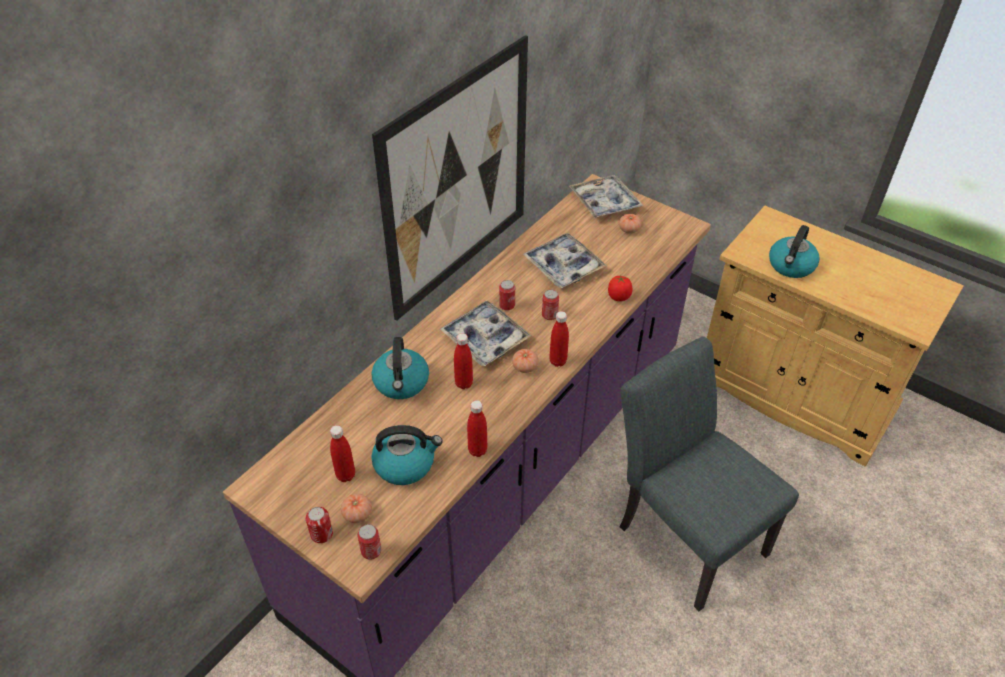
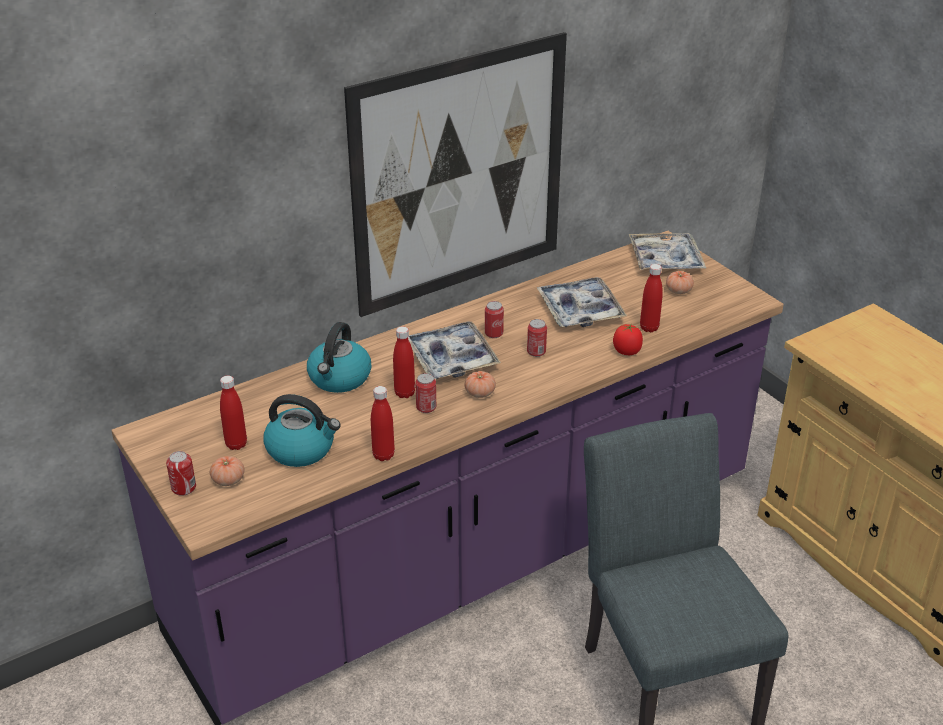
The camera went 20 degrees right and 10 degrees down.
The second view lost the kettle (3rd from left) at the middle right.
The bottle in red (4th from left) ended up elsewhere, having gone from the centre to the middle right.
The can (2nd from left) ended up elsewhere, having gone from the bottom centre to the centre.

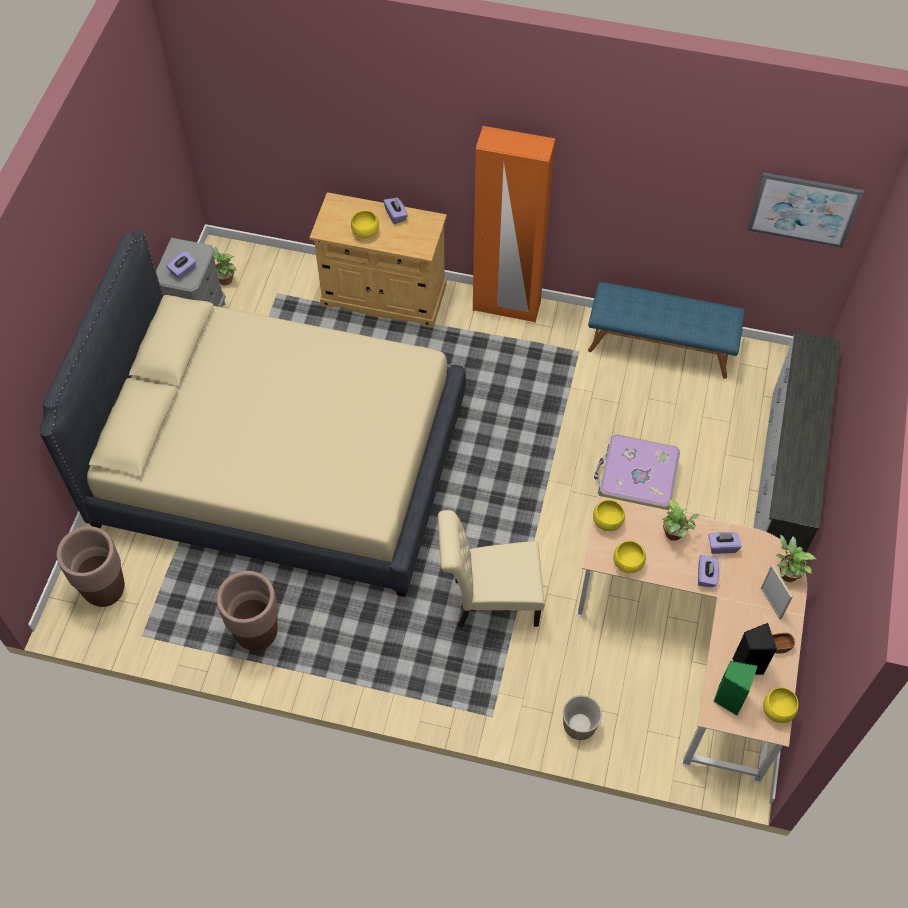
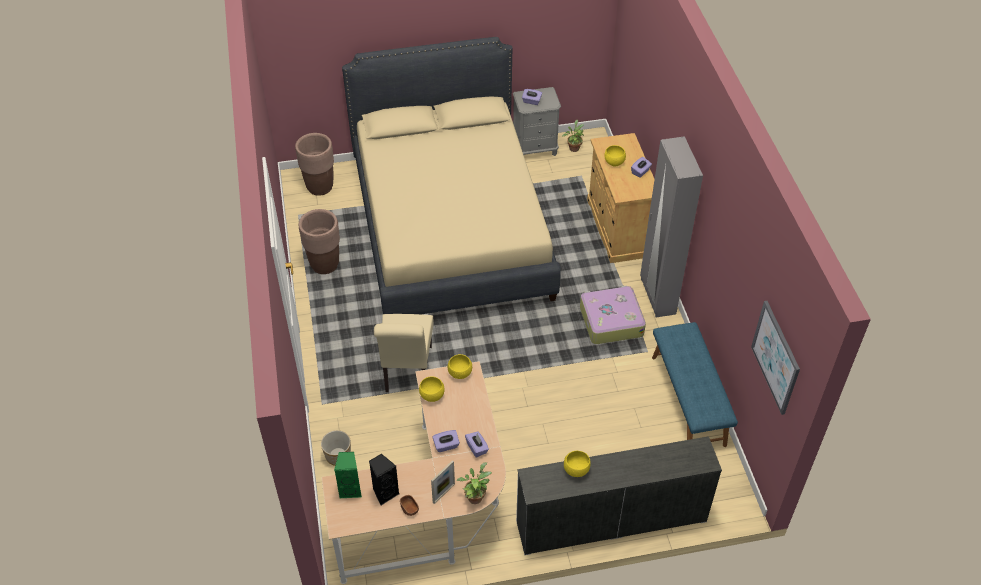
The camera went 65 degrees right and 10 degrees down.
What was the wardrobe in orange at the top centre turned into the wardrobe in grey at the middle right.
The suitcase ended up elsewhere, having gone from the middle right to the centre.
The second view lost the potted plant (2nd from left) at the middle right.
The chair in beige at the centre ended up facing another way, 150 degrees counterclockwise from before.
The bowl in yellow (4th from left in the first image) ended up elsewhere, having gone from the bottom right to the bottom centre.

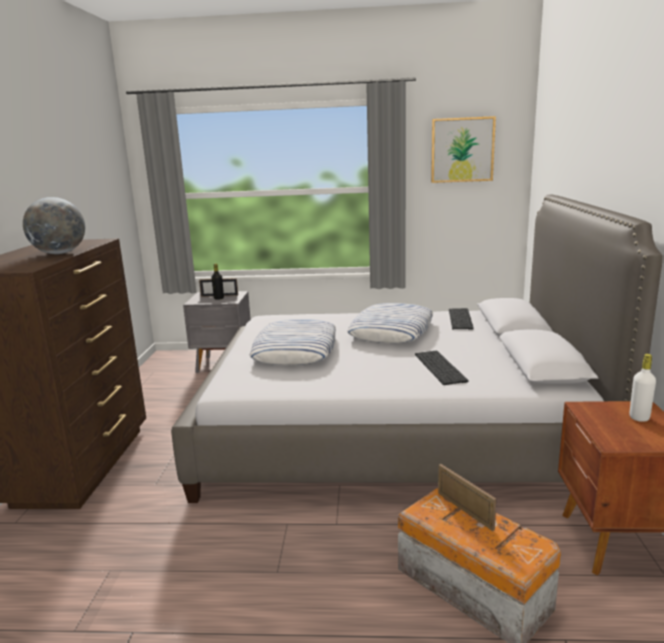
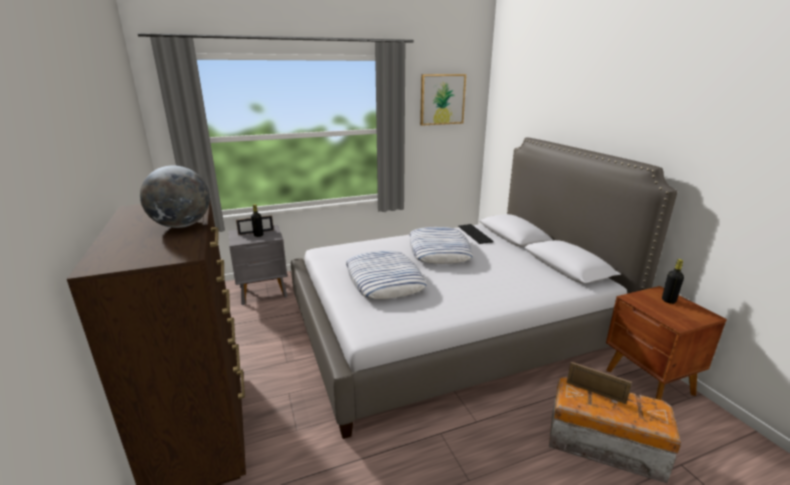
The camera went 25 degrees left and 5 degrees up.
The second view lost the keyboard (1st from left) at the centre.
What was the bottle in white at the middle right turned into the bottle in black (2nd from left) at the middle right.

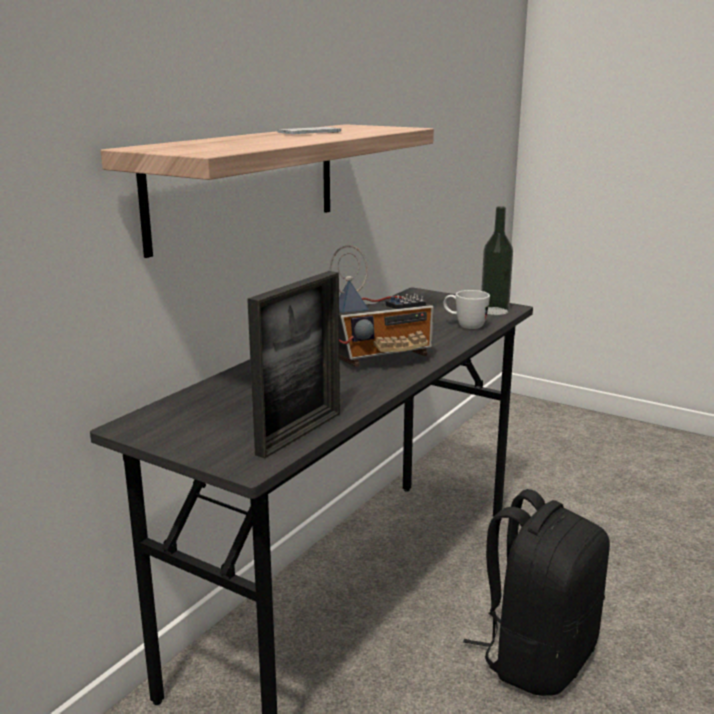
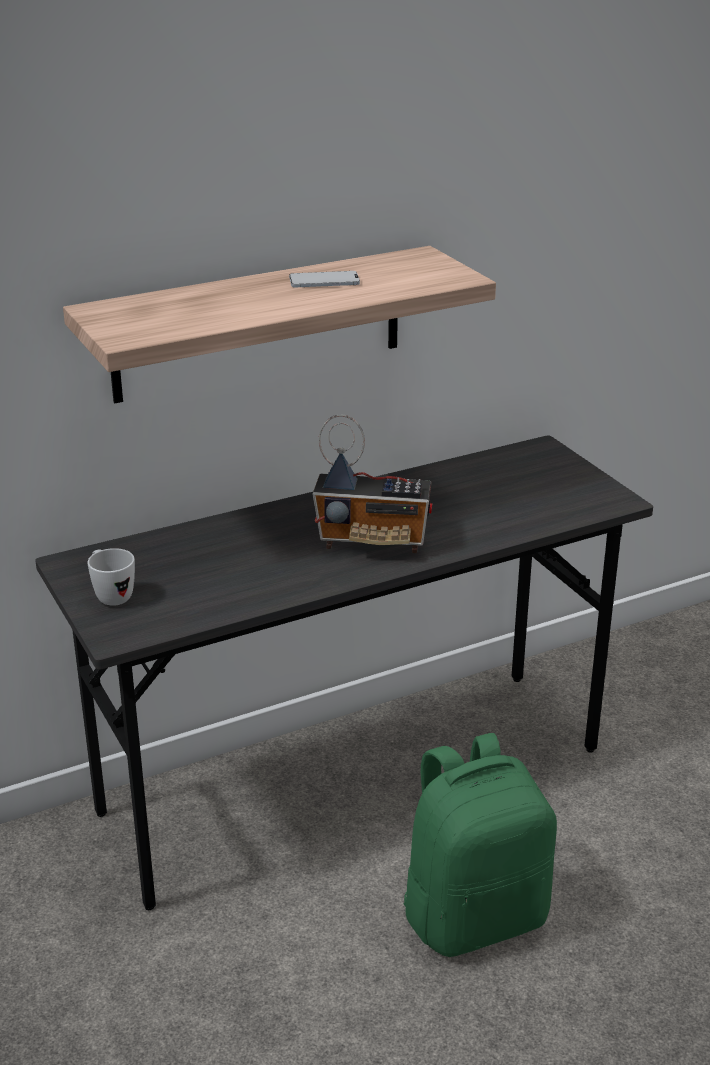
The camera went 30 degrees right and 10 degrees up.
The second view lost the bottle at the middle right.
The second view lost the picture frame at the centre.
The mug in white ended up elsewhere, having gone from the centre to the middle left.
What was the backpack in black at the bottom right turned into the backpack in green at the bottom right.

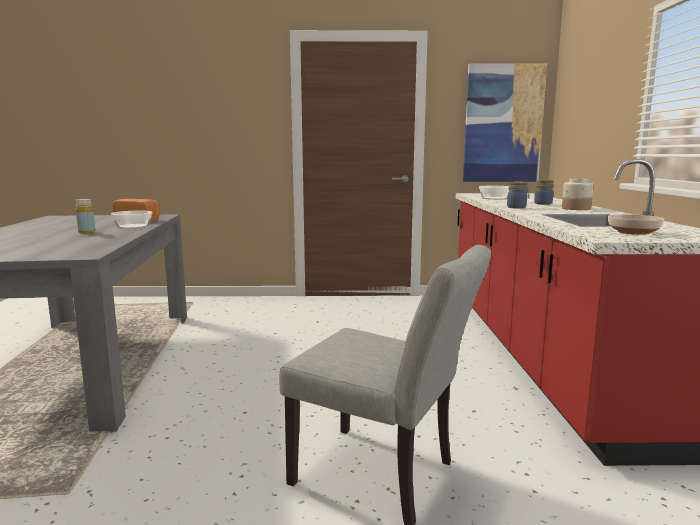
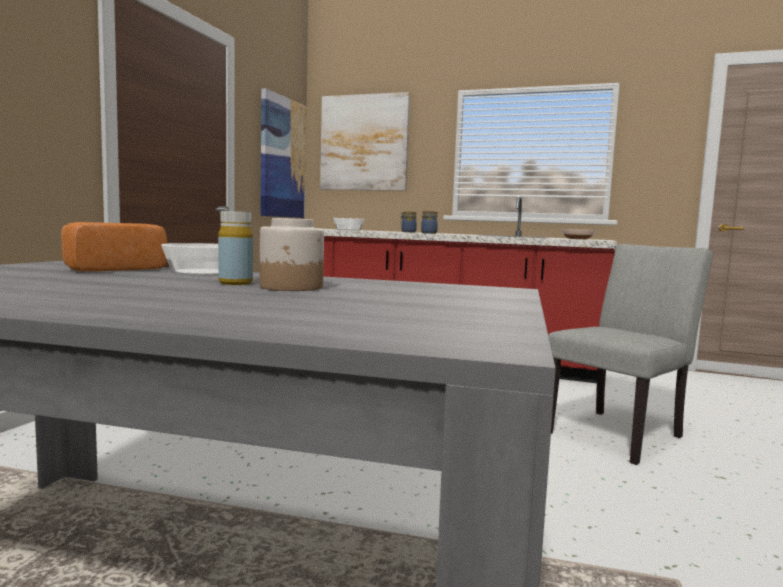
The camera went 70 degrees left and 5 degrees down.
The jar (3rd from left in the first image) ended up elsewhere, having gone from the middle right to the centre.
The second view gained the picture (2nd from left) at the top centre.

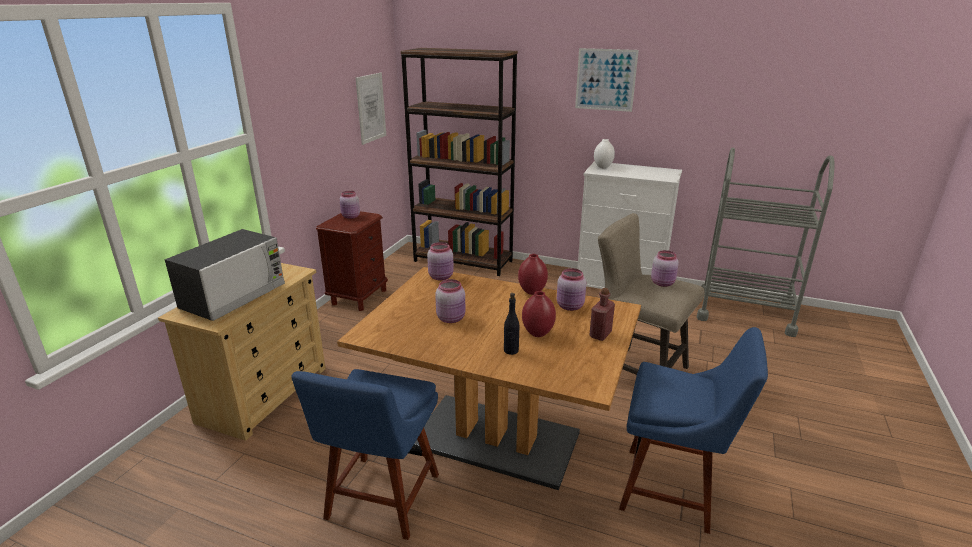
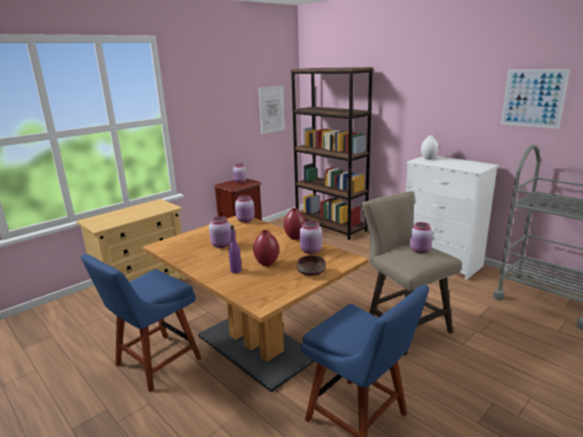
The camera went 25 degrees right and 5 degrees down.
The picture (2nd from left) ended up elsewhere, having gone from the top centre to the top right.
The second view lost the microwave at the middle left.
Where the bottle in red stood at the centre, the bowl in brown came to stand at the centre.
What was the bottle in black at the centre turned into the bottle in purple at the centre.

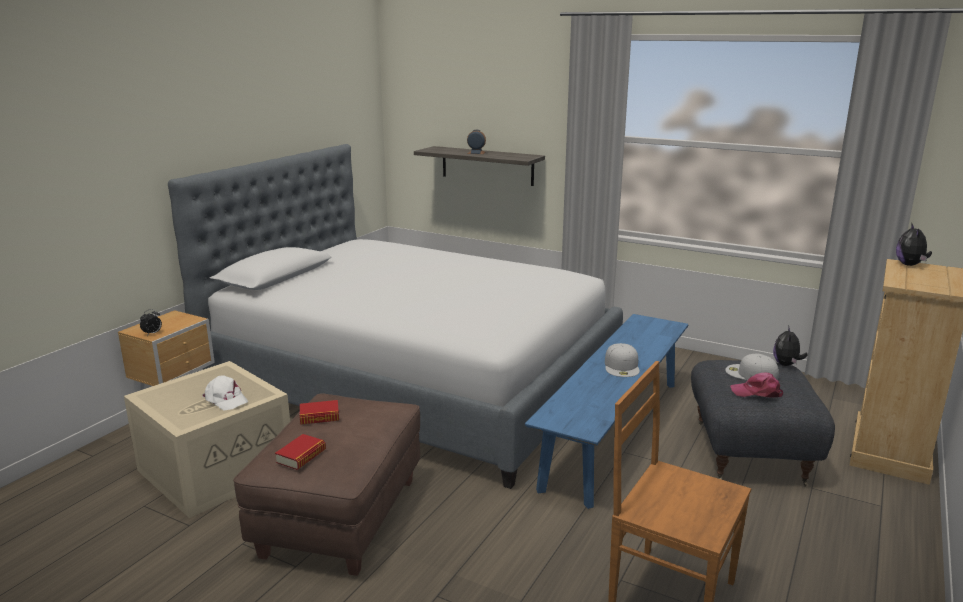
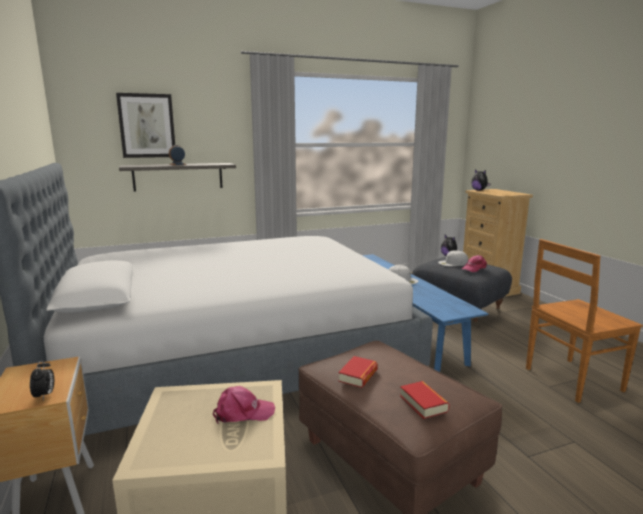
The camera went 50 degrees left and 5 degrees down.
What was the cap in white (1st from left) at the middle left turned into the cap in pink (1st from left) at the bottom centre.
The second view gained the picture at the top left.

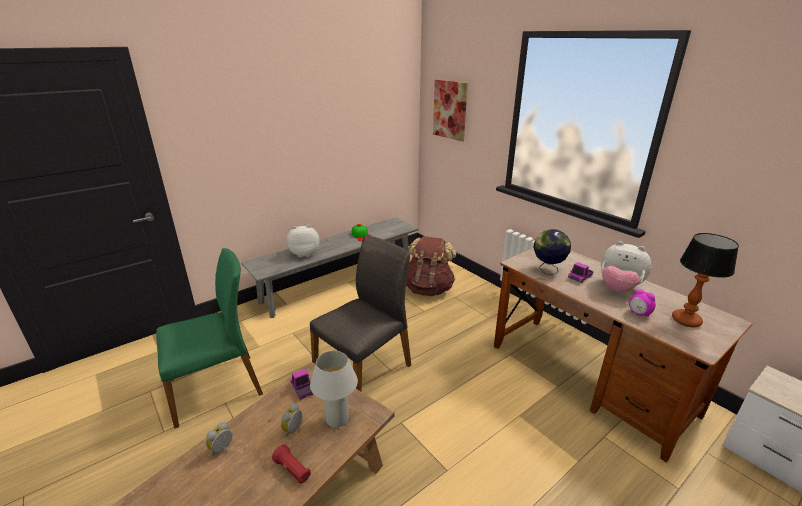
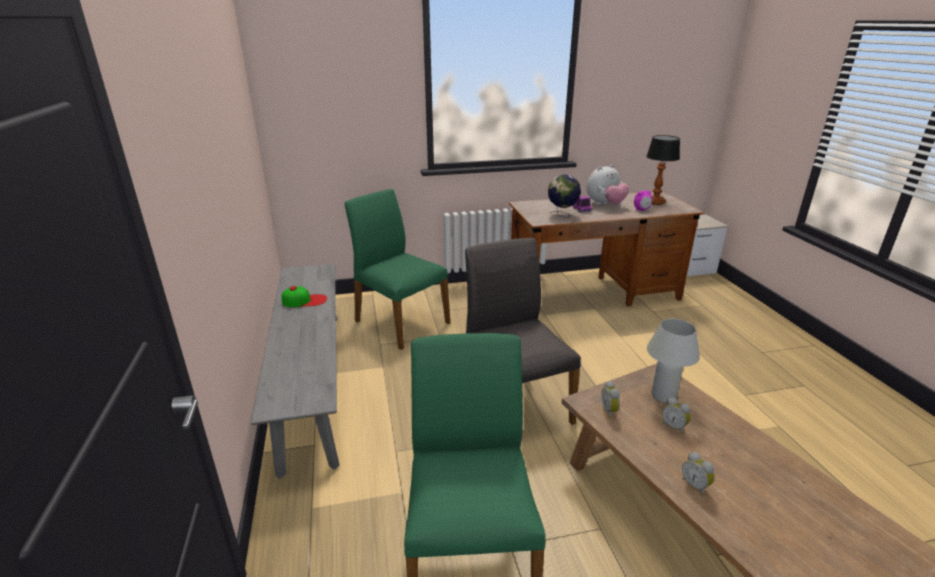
The camera went 65 degrees left and 0 degrees up.
The second view lost the picture at the top centre.
The second view lost the plush toy (1st from left) at the centre.
Where the backpack in brown stood at the centre, the chair in green (1st from left) came to stand at the centre.
Where the toy truck (1st from left) stood at the bottom centre, the alarm clock (1st from left) came to stand at the bottom centre.
The second view lost the flashlight in red at the bottom centre.

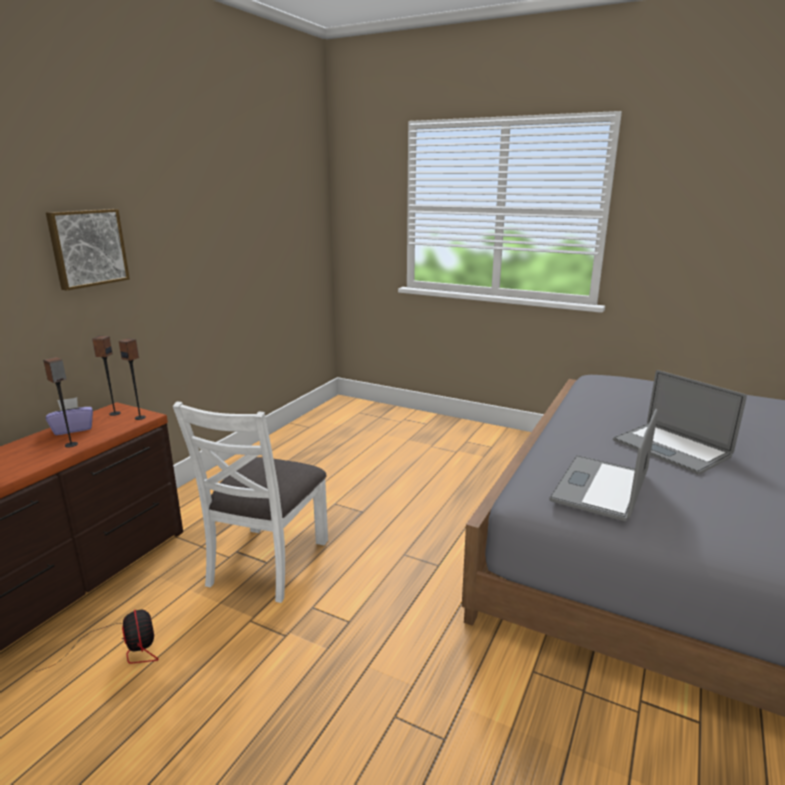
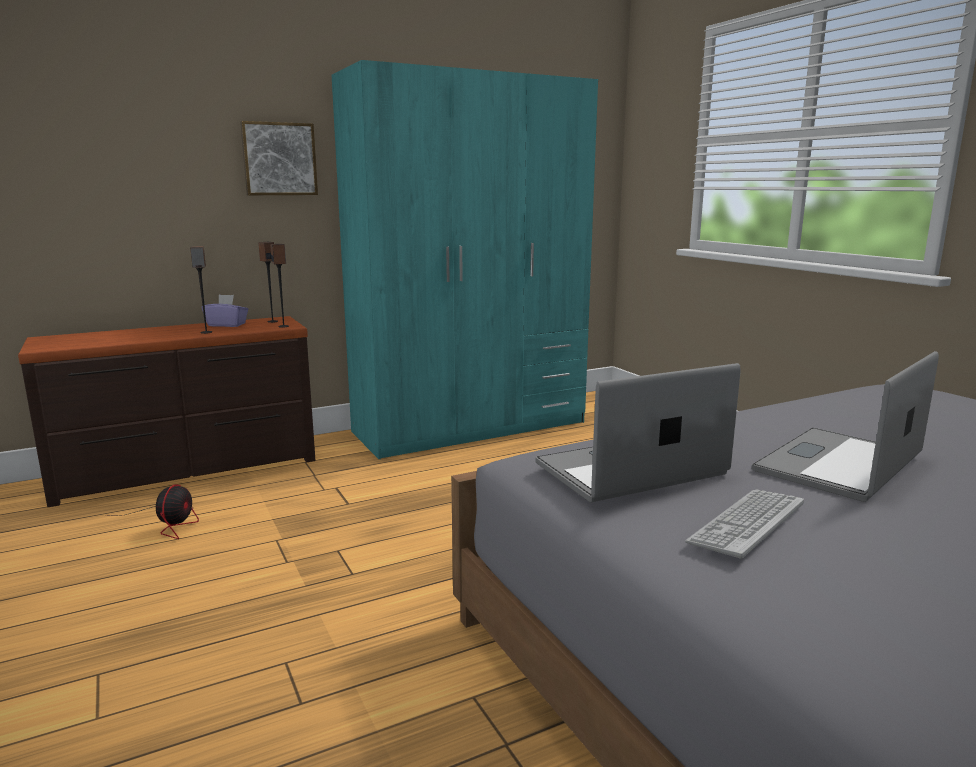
The camera went 35 degrees right and 5 degrees down.
The laptop (2nd from left) at the middle right ended up facing another way, 45 degrees clockwise from before.
The second view lost the chair in white at the middle left.
The second view gained the wardrobe in turquoise at the centre.
The second view gained the keyboard at the bottom right.

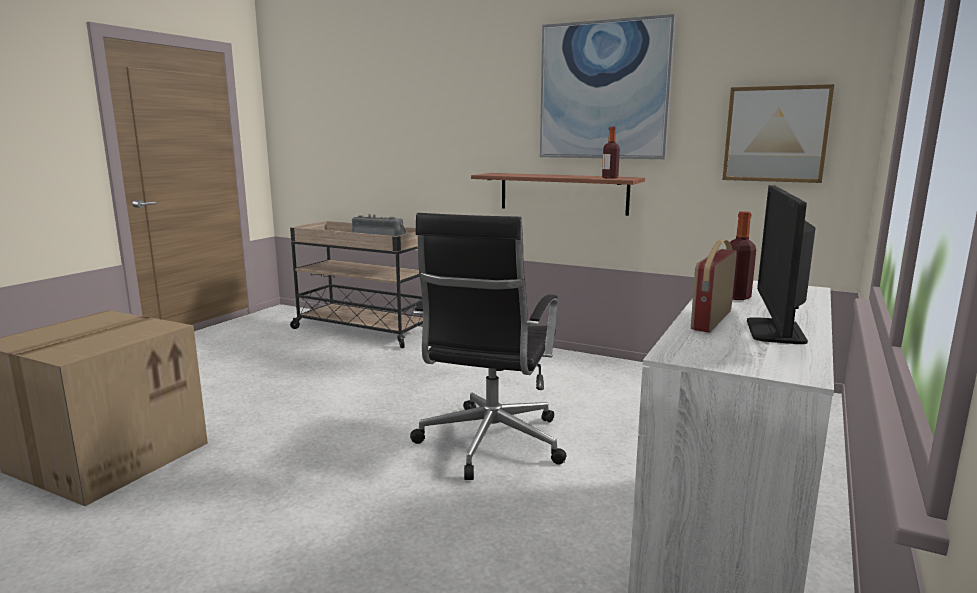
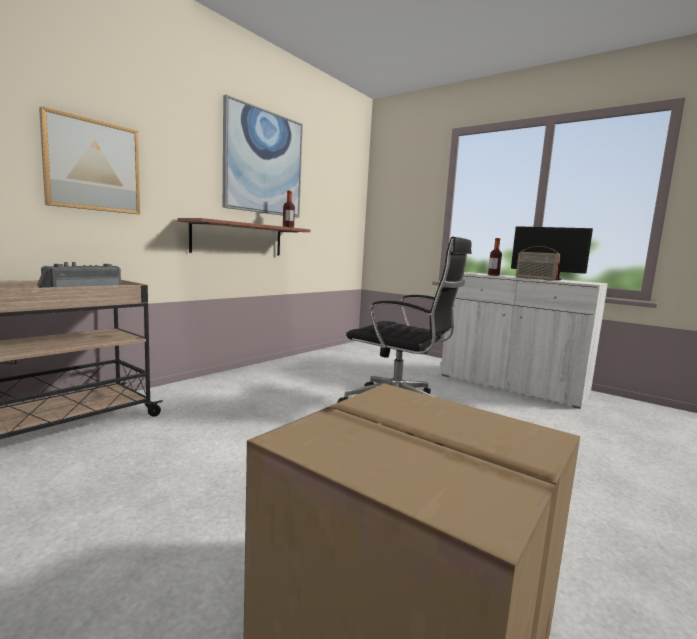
The camera went 80 degrees left and 5 degrees down.
The picture (2nd from left in the first image) ended up elsewhere, having gone from the top right to the top left.

